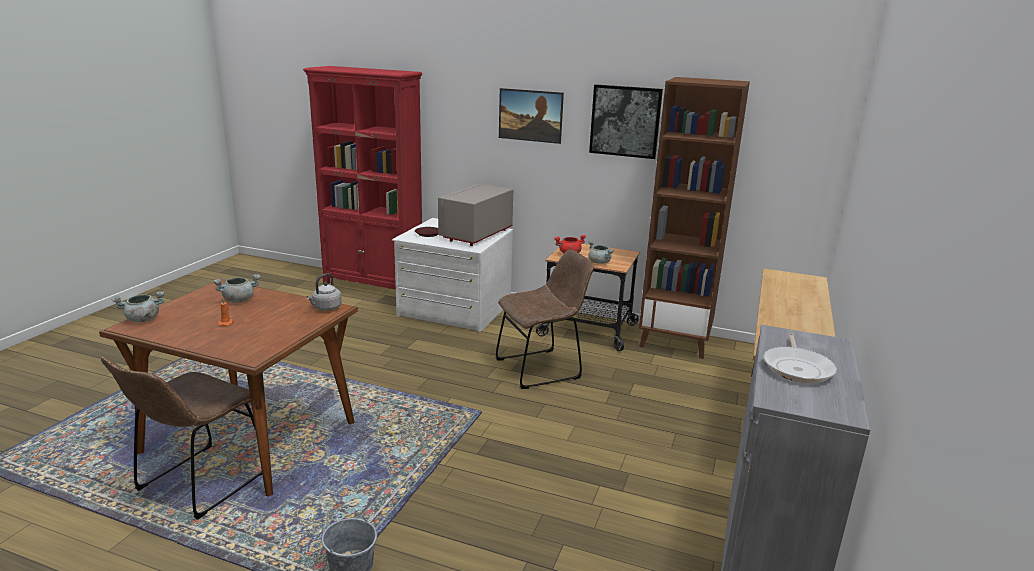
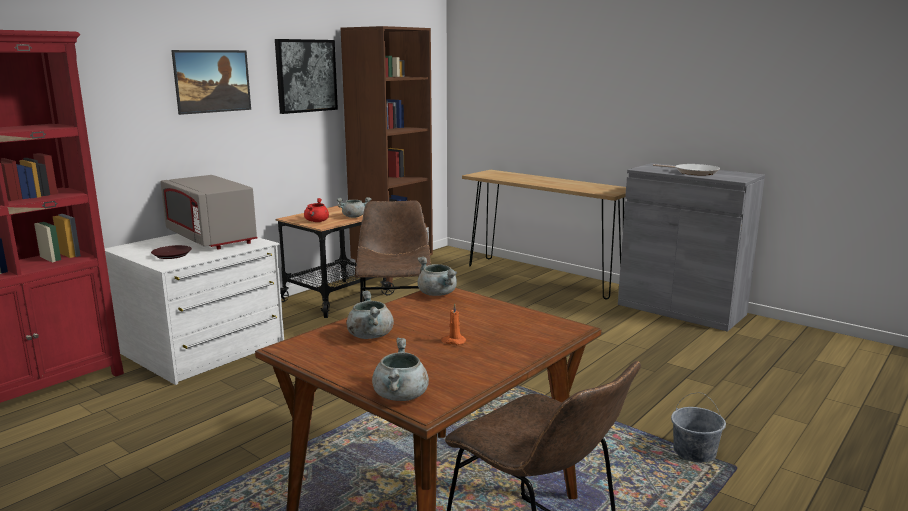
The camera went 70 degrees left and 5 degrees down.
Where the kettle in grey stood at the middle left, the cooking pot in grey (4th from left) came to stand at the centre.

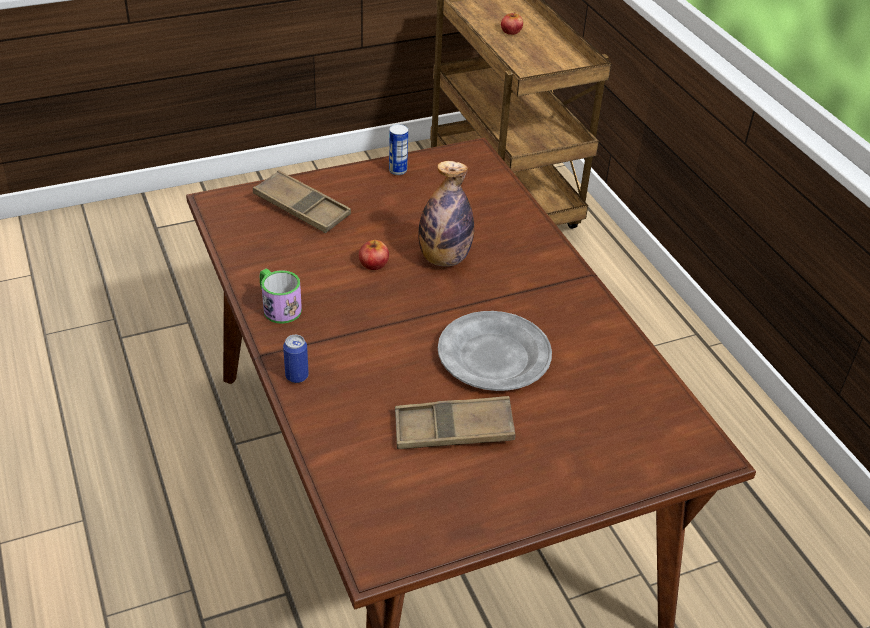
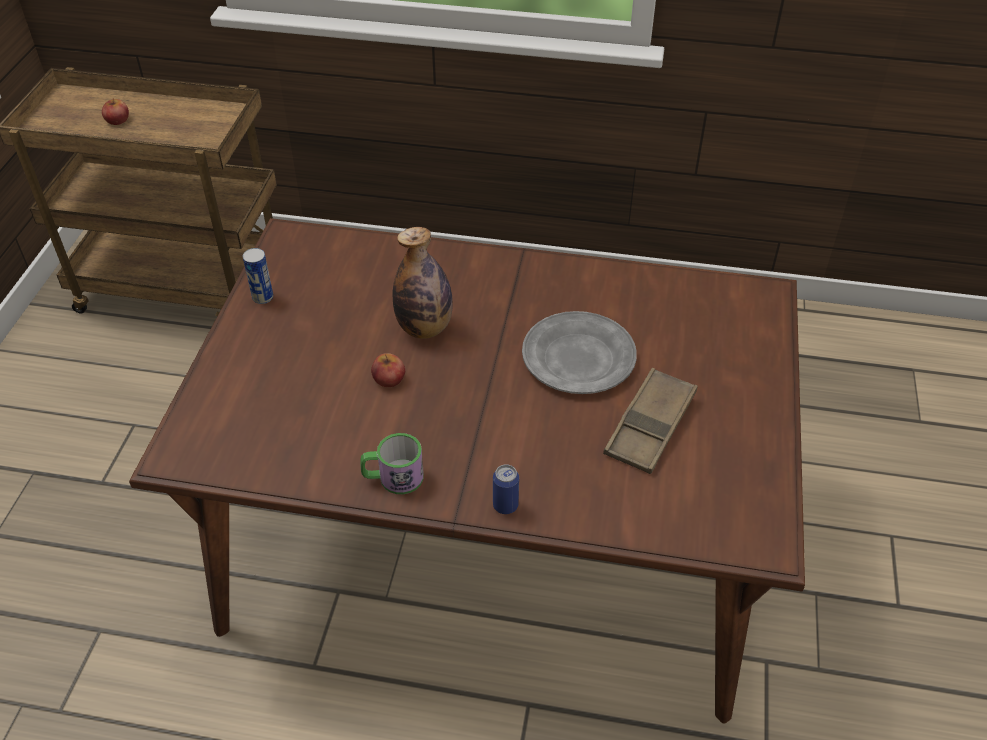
The camera went 55 degrees left and 5 degrees up.
The second view lost the tray in brown (1st from left) at the top centre.

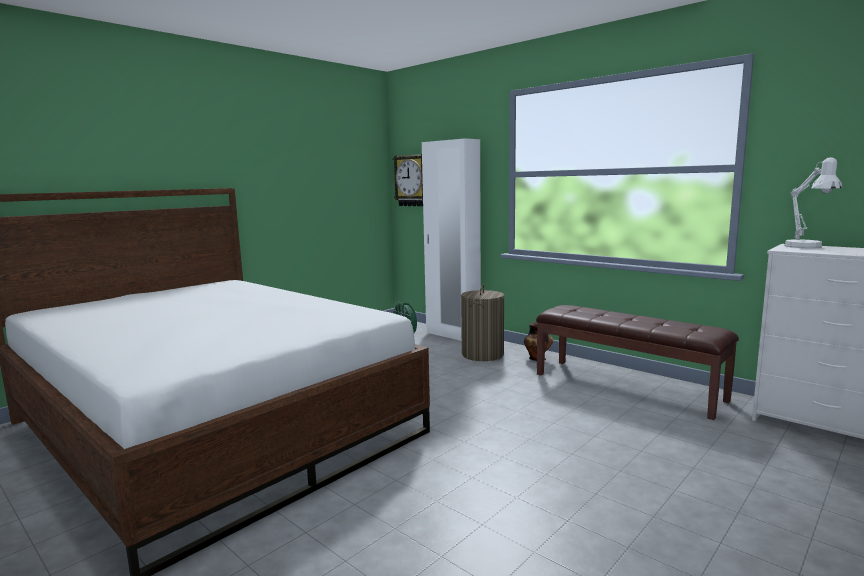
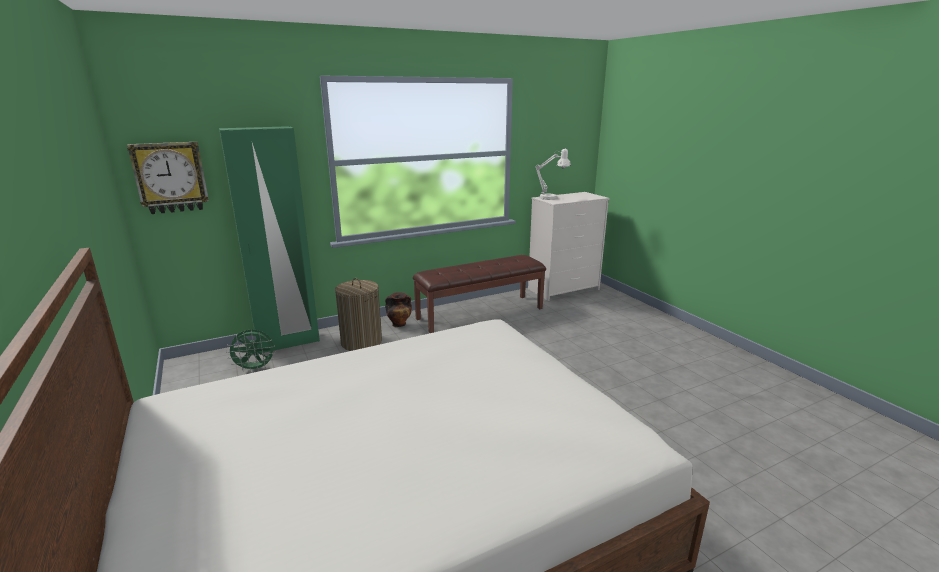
The camera went 70 degrees left and 10 degrees up.
What was the wardrobe in white at the centre turned into the wardrobe in green at the middle left.

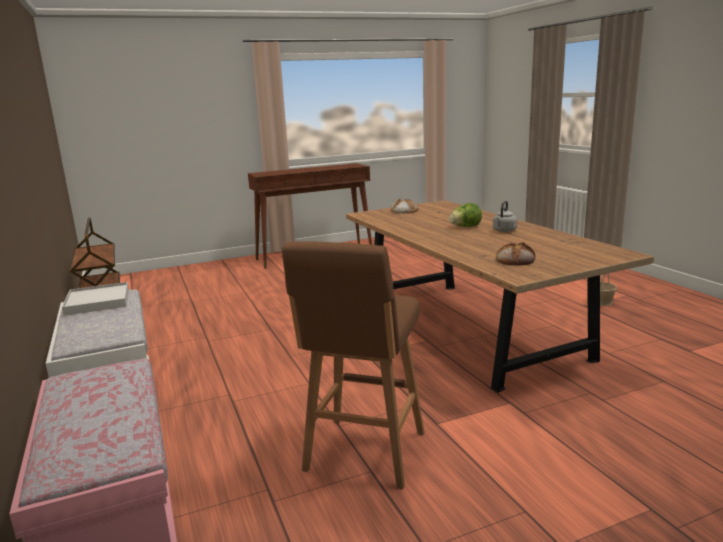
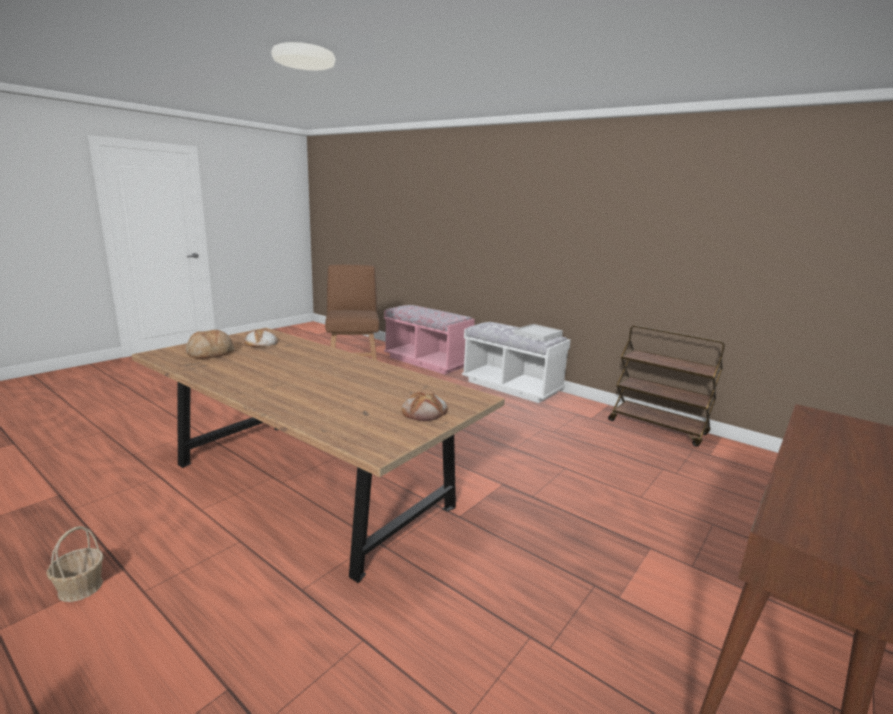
The camera went 150 degrees right and 0 degrees up.
The second view lost the kettle in grey at the middle right.
The second view lost the lettuce at the centre.
The second view gained the bread (1st from left) at the middle left.

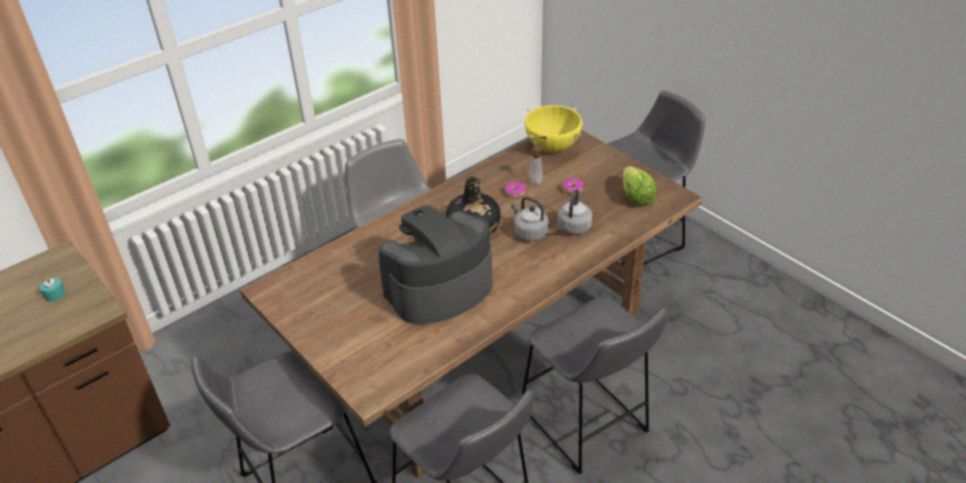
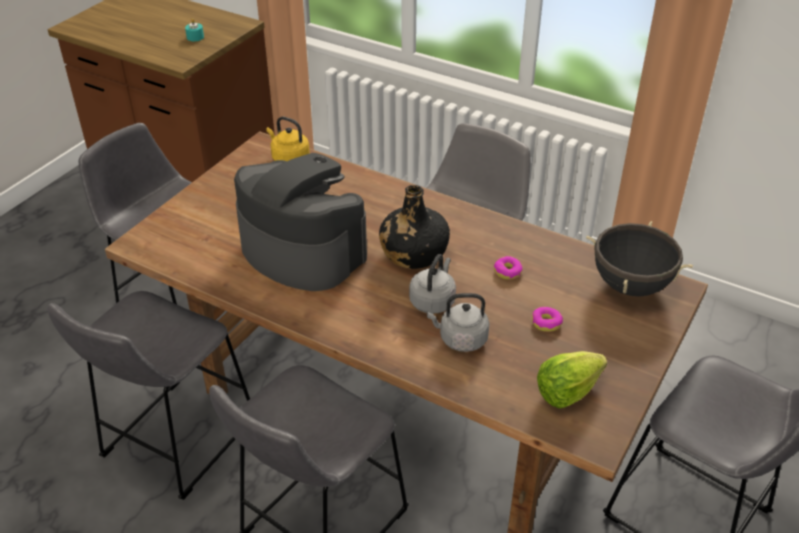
The camera went 70 degrees right and 0 degrees up.
What was the cooking pot in yellow at the top centre turned into the cooking pot in black at the middle right.
The second view lost the soap dispenser at the centre.
The second view gained the kettle in yellow at the top centre.

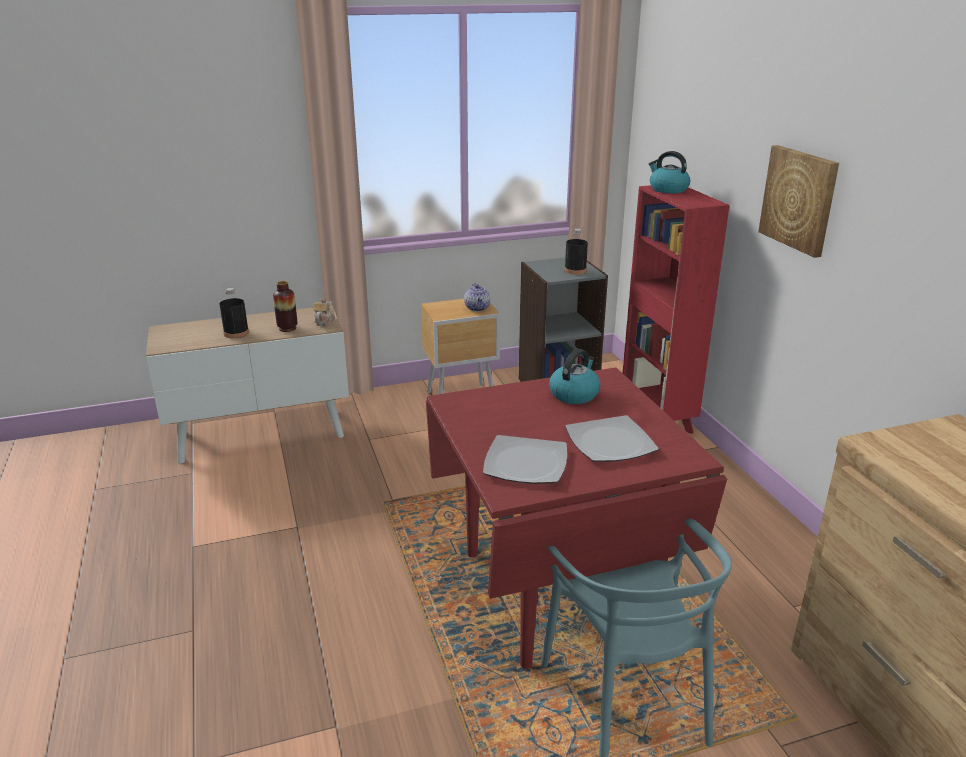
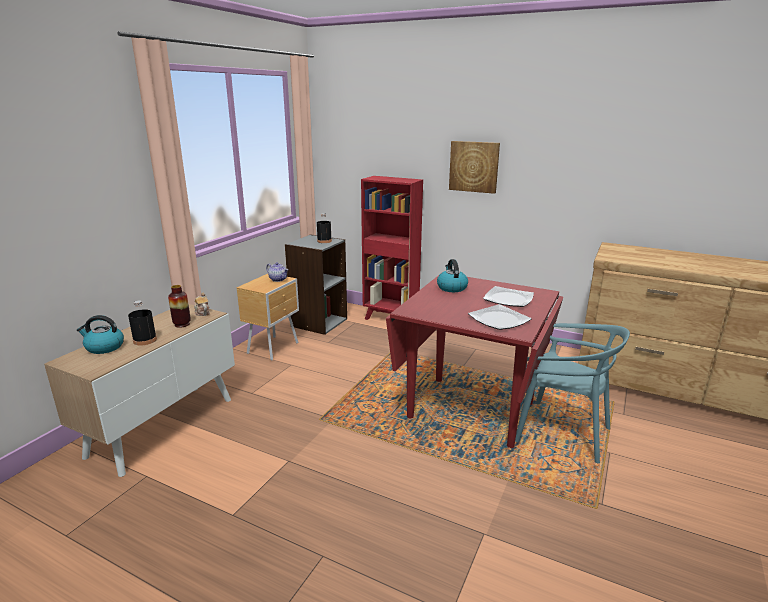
The camera went 45 degrees left and 5 degrees down.
The kettle (2nd from left in the first image) ended up elsewhere, having gone from the top right to the middle left.

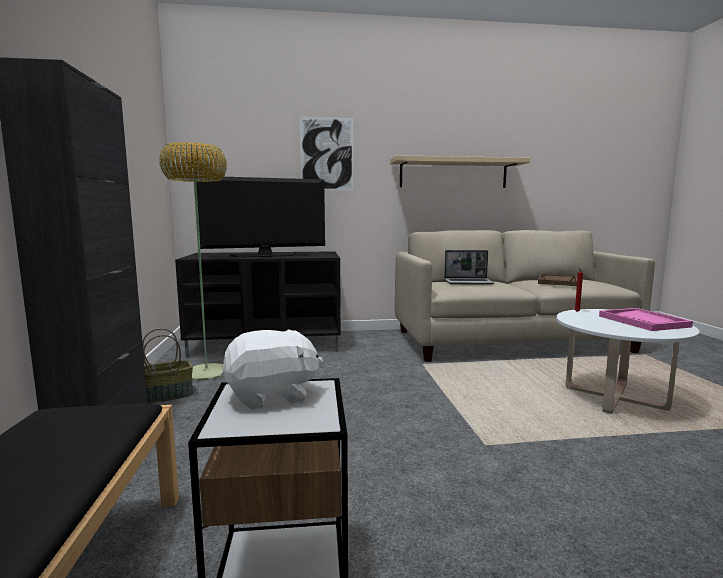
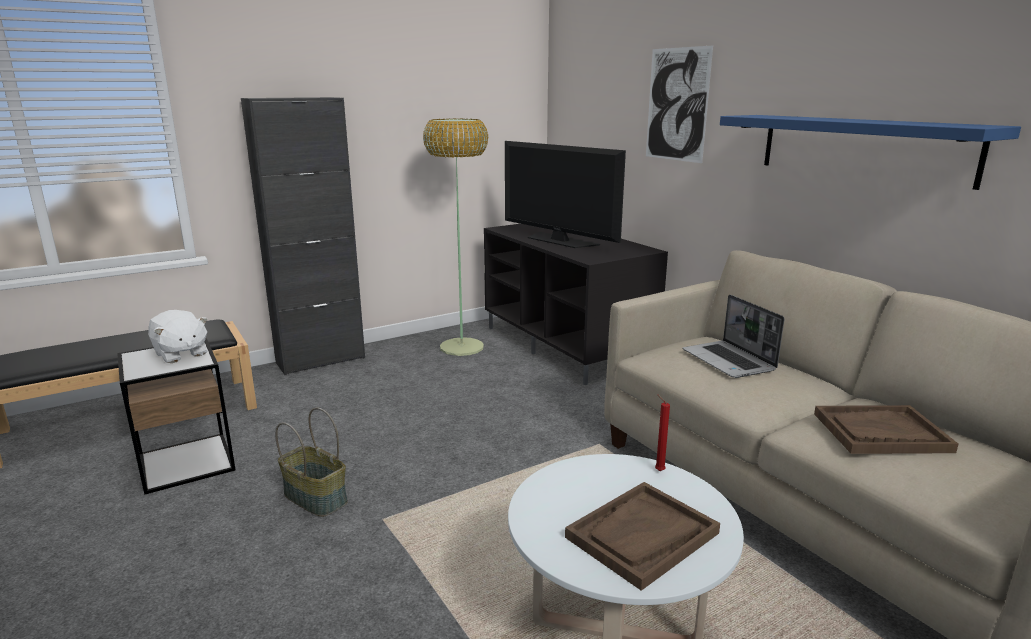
The camera went 65 degrees right and 10 degrees up.
What was the shelf in beige at the top centre turned into the shelf in blue at the top right.
What was the tray in pink at the middle right turned into the tray in brown (1st from left) at the bottom centre.
The basket ended up elsewhere, having gone from the middle left to the bottom left.

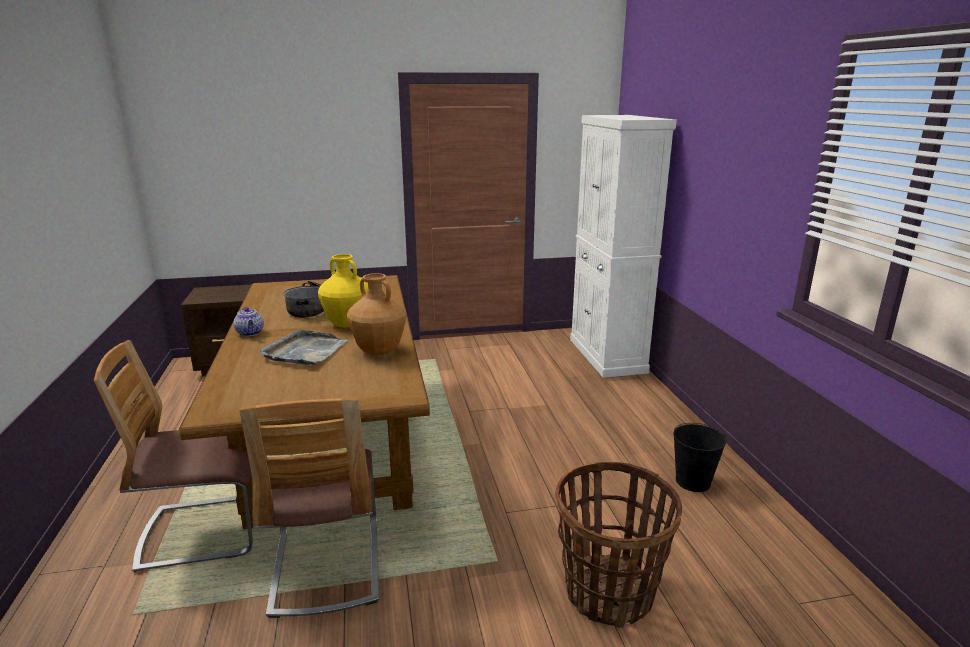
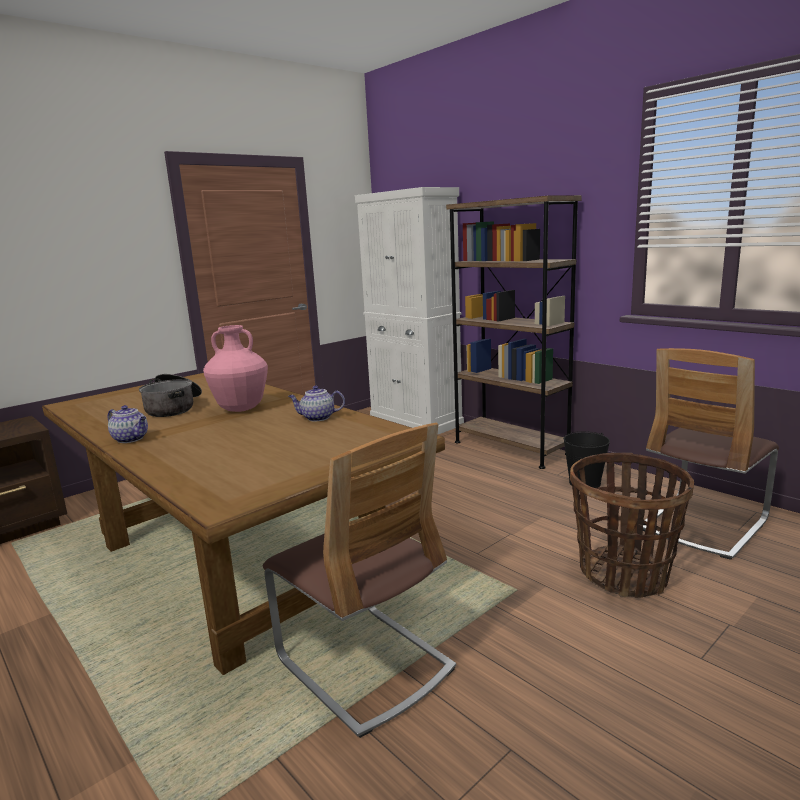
The camera went 30 degrees left and 5 degrees down.
What was the vase in yellow at the centre turned into the vase in pink at the middle left.
Where the vase in brown stood at the centre, the teapot (2nd from left) came to stand at the centre.
The second view lost the tray in grey at the middle left.
The chair (1st from left in the first image) ended up elsewhere, having gone from the bottom left to the middle right.
The second view gained the bookcase in brown at the centre.

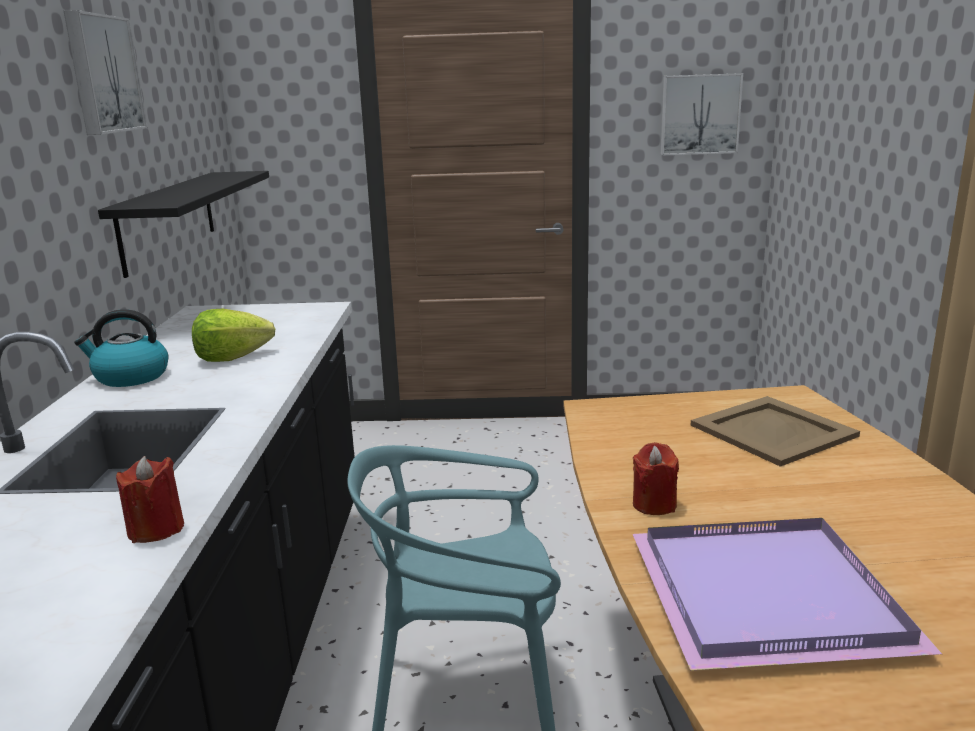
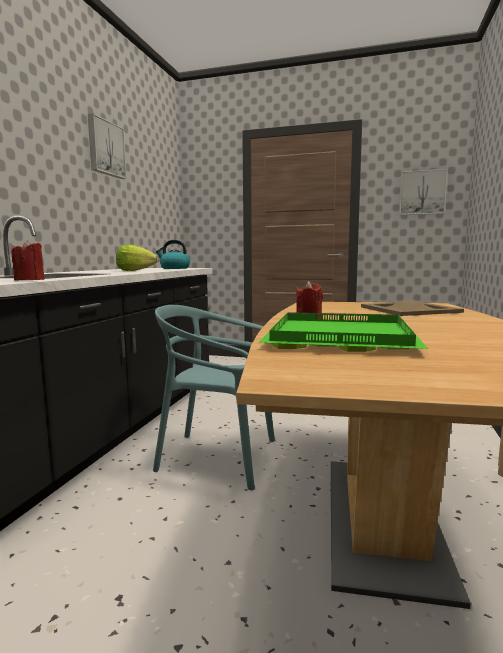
The camera went 15 degrees right and 10 degrees down.
The second view lost the shelf in black at the top left.
The kettle ended up elsewhere, having gone from the middle left to the centre.
What was the tray in purple at the bottom right turned into the tray in green at the middle right.

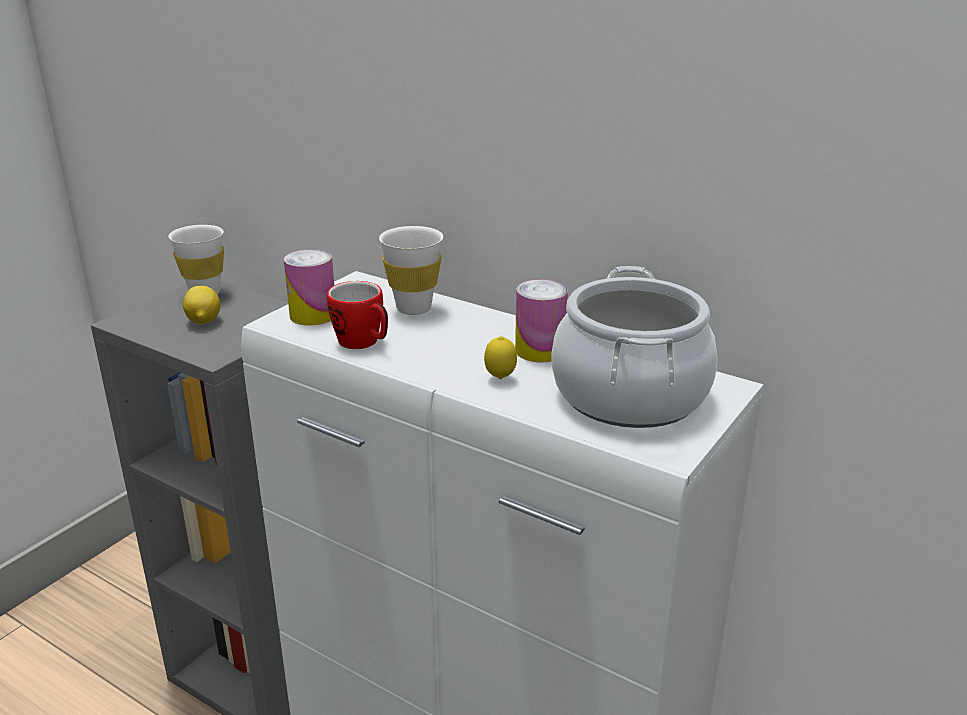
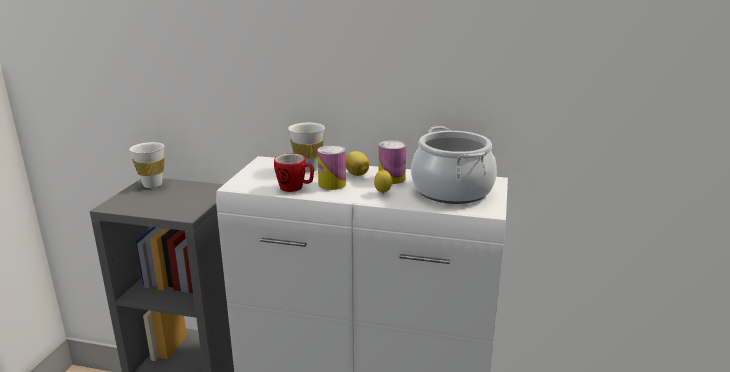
The camera went 20 degrees left and 5 degrees down.
The can (1st from left) ended up elsewhere, having gone from the middle left to the centre.
The lemon (1st from left) ended up elsewhere, having gone from the middle left to the centre.

